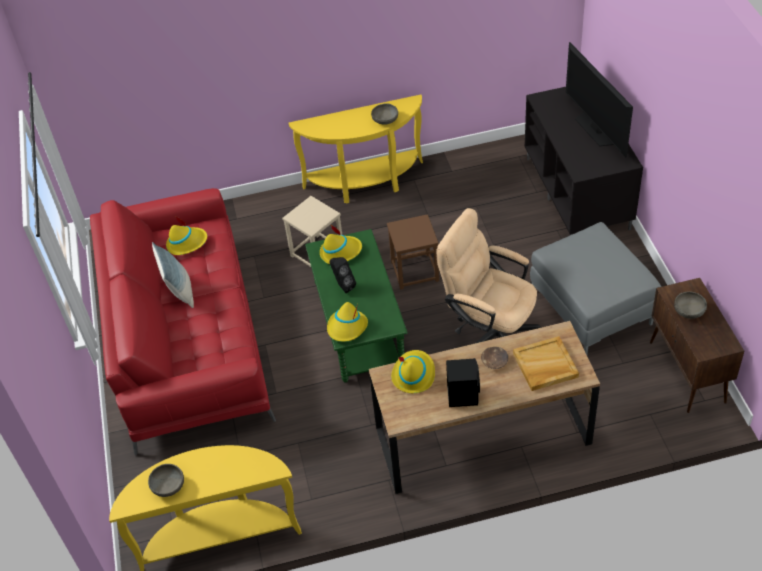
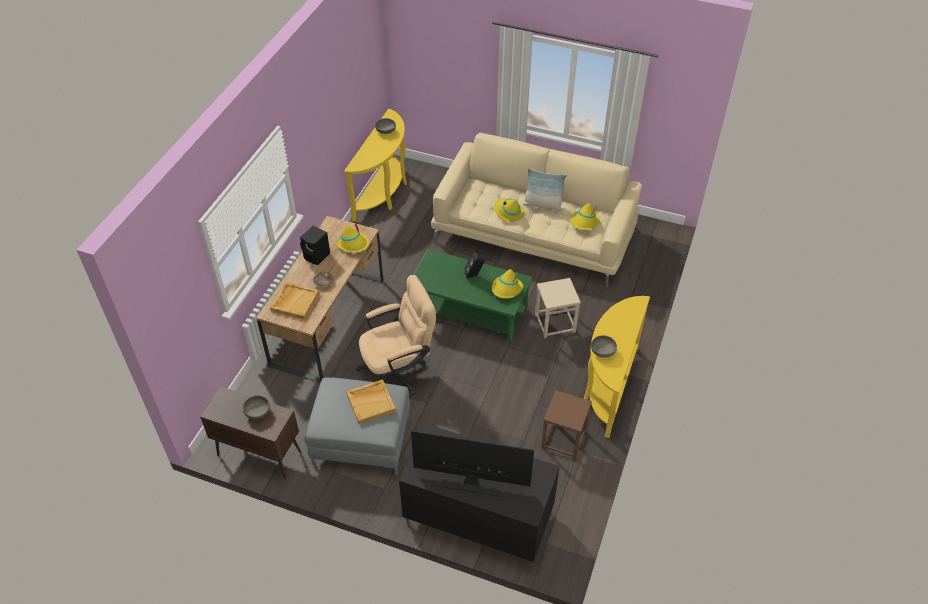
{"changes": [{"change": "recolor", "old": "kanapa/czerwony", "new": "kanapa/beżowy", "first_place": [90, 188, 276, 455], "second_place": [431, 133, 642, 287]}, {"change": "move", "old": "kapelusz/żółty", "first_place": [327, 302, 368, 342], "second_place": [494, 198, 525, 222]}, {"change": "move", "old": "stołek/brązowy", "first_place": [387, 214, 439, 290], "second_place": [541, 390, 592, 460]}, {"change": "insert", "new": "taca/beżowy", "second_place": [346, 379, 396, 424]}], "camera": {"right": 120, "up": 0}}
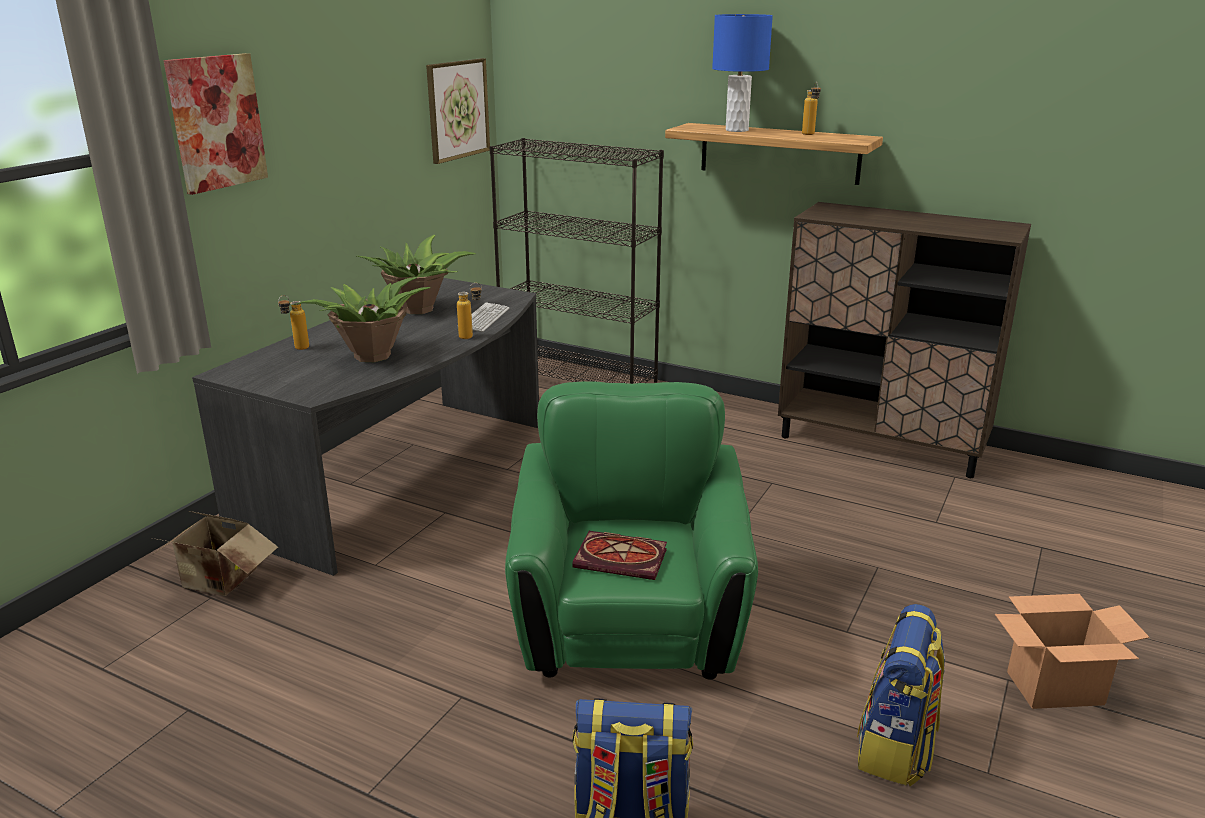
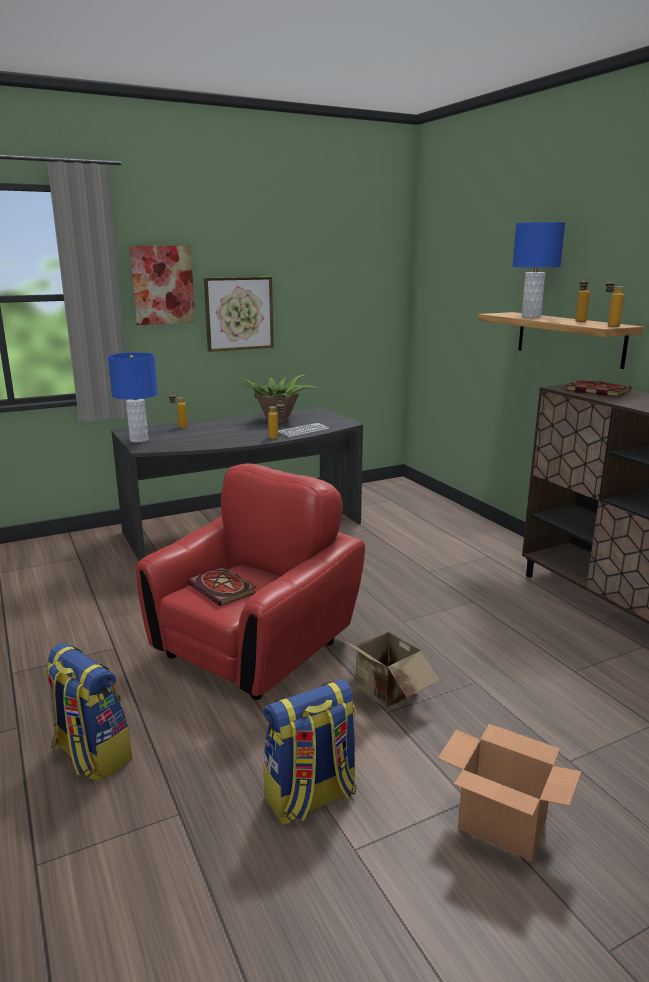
{"changes": [{"change": "move", "old": "karton", "first_place": [152, 511, 278, 596], "second_place": [341, 625, 440, 708]}, {"change": "delete", "old": "roślina doniczkowa", "first_place": [292, 277, 431, 362]}, {"change": "move", "old": "obraz", "first_place": [426, 58, 490, 164], "second_place": [204, 277, 274, 352]}, {"change": "delete", "old": "regał/czarny", "first_place": [490, 138, 664, 384]}, {"change": "recolor", "old": "fotel/zielony", "new": "fotel/czerwony", "first_place": [505, 381, 758, 680], "second_place": [136, 464, 365, 700]}, {"change": "insert", "new": "lampa stołowa/niebieski", "second_place": [108, 352, 158, 443]}, {"change": "insert", "new": "książka", "second_place": [566, 380, 631, 397]}, {"change": "insert", "new": "butelka", "second_place": [606, 277, 624, 327]}], "camera": {"right": 35, "up": -5}}
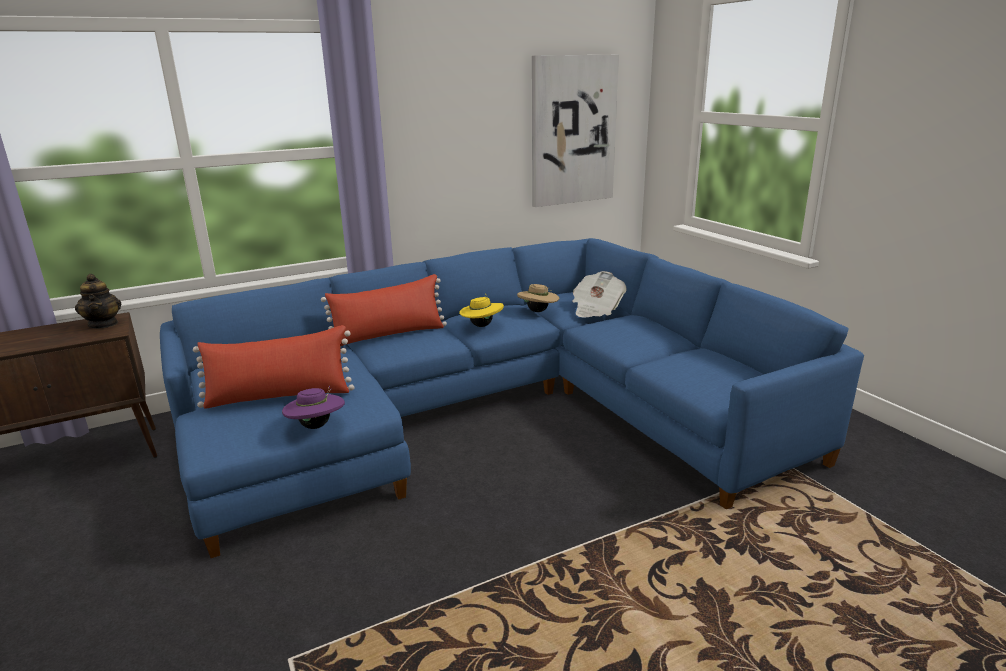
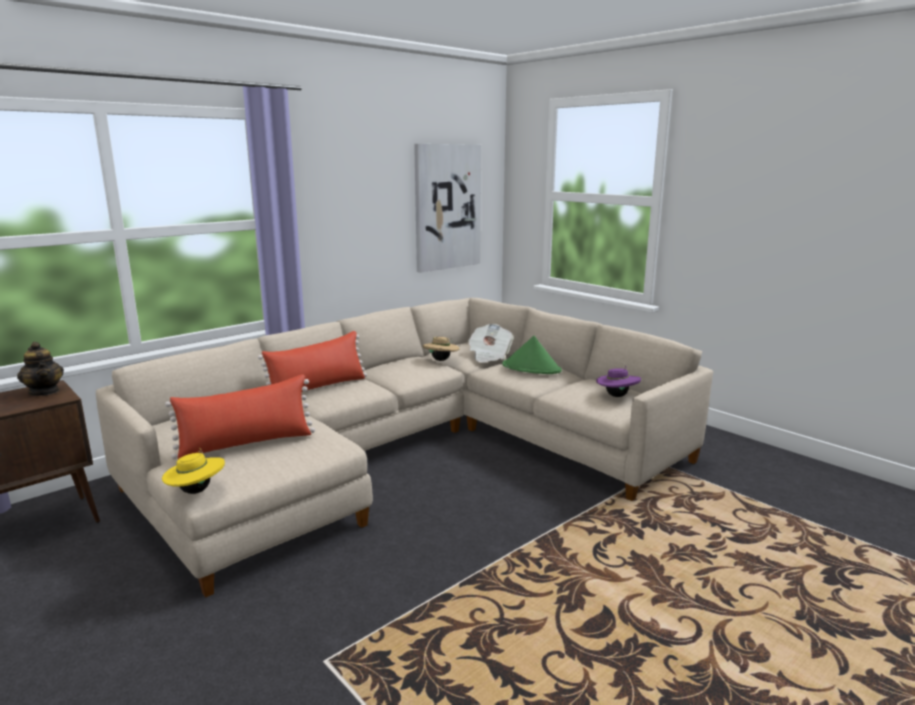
{"changes": [{"change": "recolor", "old": "kanapa/niebieski", "new": "kanapa/beżowy", "first_place": [160, 238, 864, 558], "second_place": [96, 298, 713, 597]}, {"change": "move", "old": "kapelusz/fioletowy", "first_place": [282, 386, 345, 429], "second_place": [596, 366, 641, 397]}, {"change": "move", "old": "kapelusz/żółty", "first_place": [459, 294, 504, 327], "second_place": [162, 448, 225, 494]}, {"change": "insert", "new": "kapelusz/zielony", "second_place": [502, 336, 562, 374]}], "camera": {"right": -15, "up": -5}}
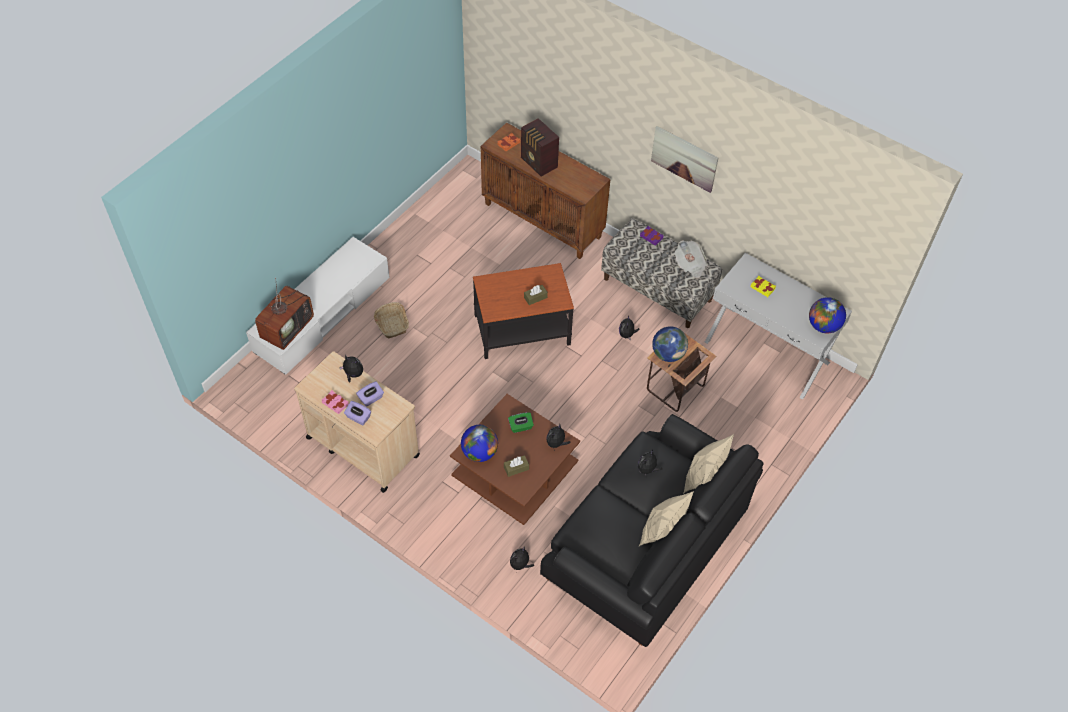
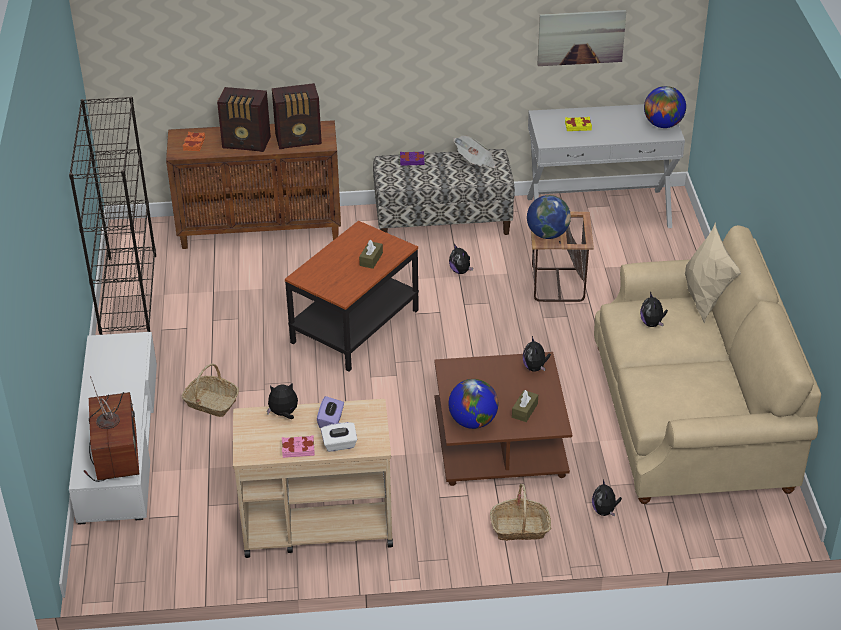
{"changes": [{"change": "recolor", "old": "pudełko chusteczek/fioletowy", "new": "pudełko chusteczek/biały", "first_place": [344, 401, 371, 425], "second_place": [321, 422, 357, 452]}, {"change": "delete", "old": "pudełko chusteczek/zielony", "first_place": [508, 412, 534, 433]}, {"change": "recolor", "old": "kanapa/czarny", "new": "kanapa/beżowy", "first_place": [540, 414, 764, 647], "second_place": [594, 225, 821, 504]}, {"change": "delete", "old": "poduszka/beżowy", "first_place": [639, 490, 695, 546]}, {"change": "move", "old": "obraz", "first_place": [651, 126, 718, 193], "second_place": [537, 10, 626, 66]}, {"change": "insert", "new": "regał/czarny", "second_place": [69, 97, 156, 335]}, {"change": "insert", "new": "radio", "second_place": [272, 83, 322, 149]}, {"change": "insert", "new": "koszyk", "second_place": [490, 484, 551, 541]}], "camera": {"right": -40, "up": -15}}
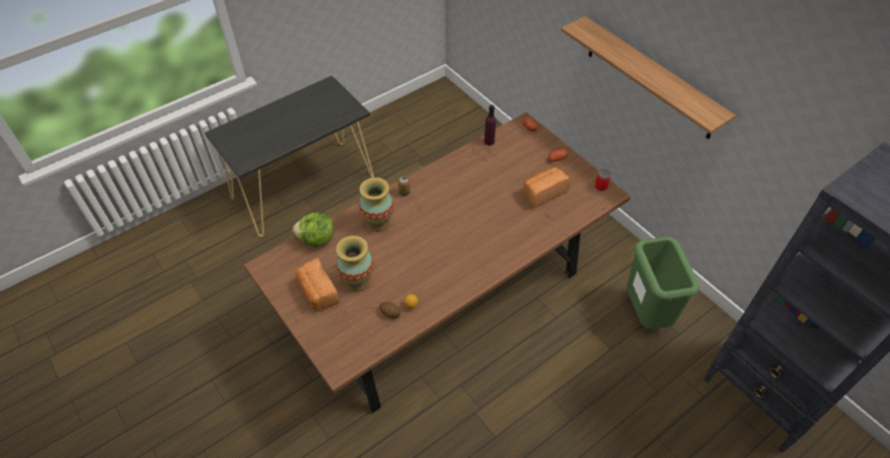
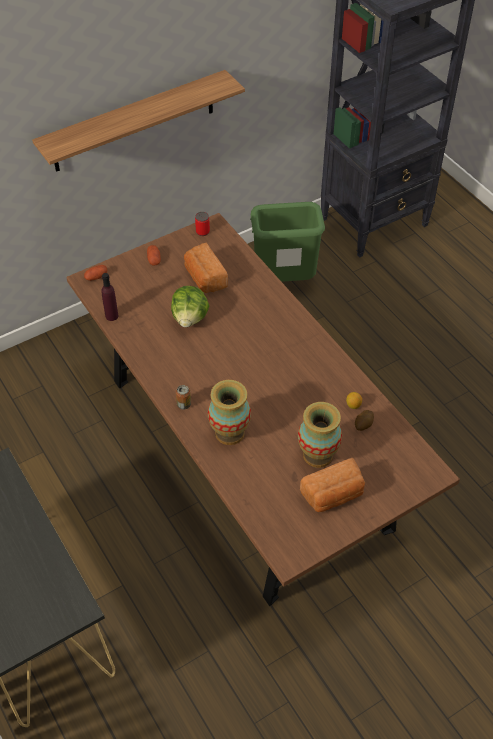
{"changes": [{"change": "move", "old": "sałata", "first_place": [293, 213, 334, 247], "second_place": [171, 286, 209, 327]}], "camera": {"right": -85, "up": 0}}
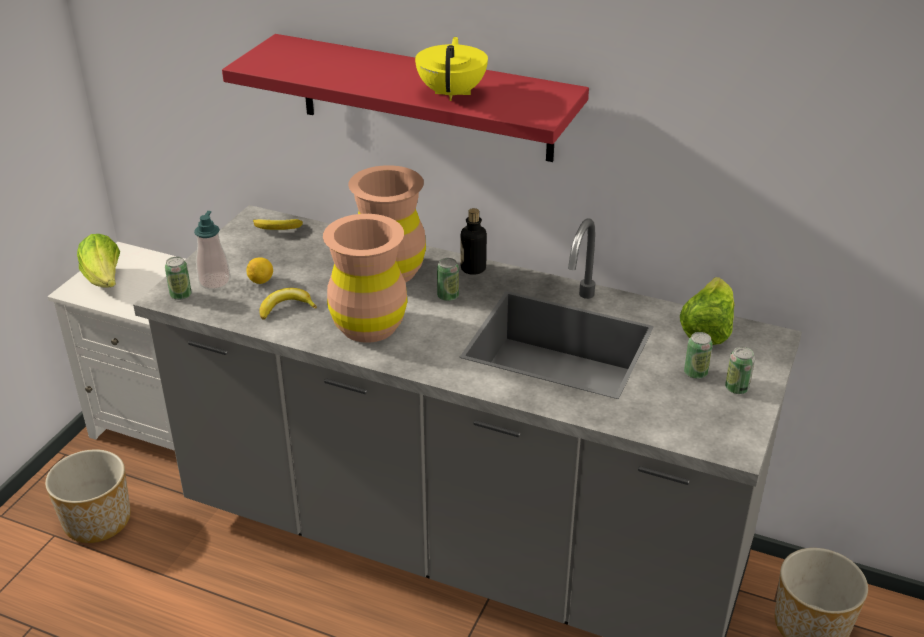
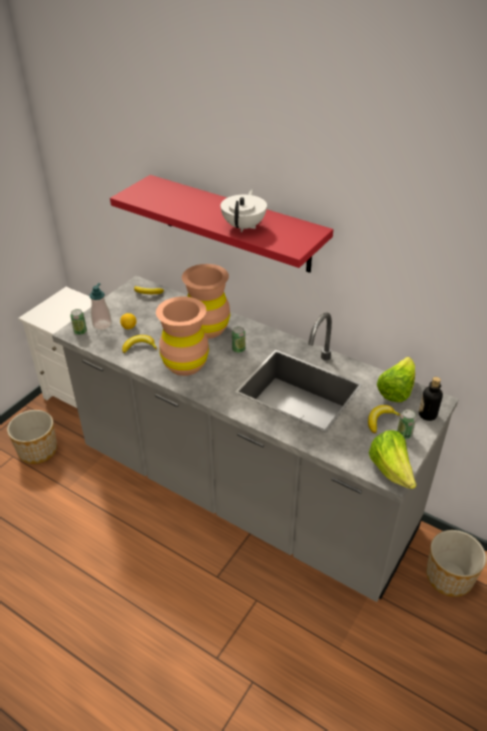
{"changes": [{"change": "move", "old": "sałata", "first_place": [77, 234, 120, 288], "second_place": [369, 430, 417, 489]}, {"change": "recolor", "old": "imbryk/żółty", "new": "imbryk/biały", "first_place": [415, 37, 488, 101], "second_place": [221, 189, 267, 232]}, {"change": "move", "old": "butelka", "first_place": [460, 208, 487, 275], "second_place": [419, 377, 443, 421]}, {"change": "replace", "old": "puszka", "new": "banan", "first_place": [684, 332, 713, 379], "second_place": [368, 405, 401, 433]}], "camera": {"right": 10, "up": 5}}
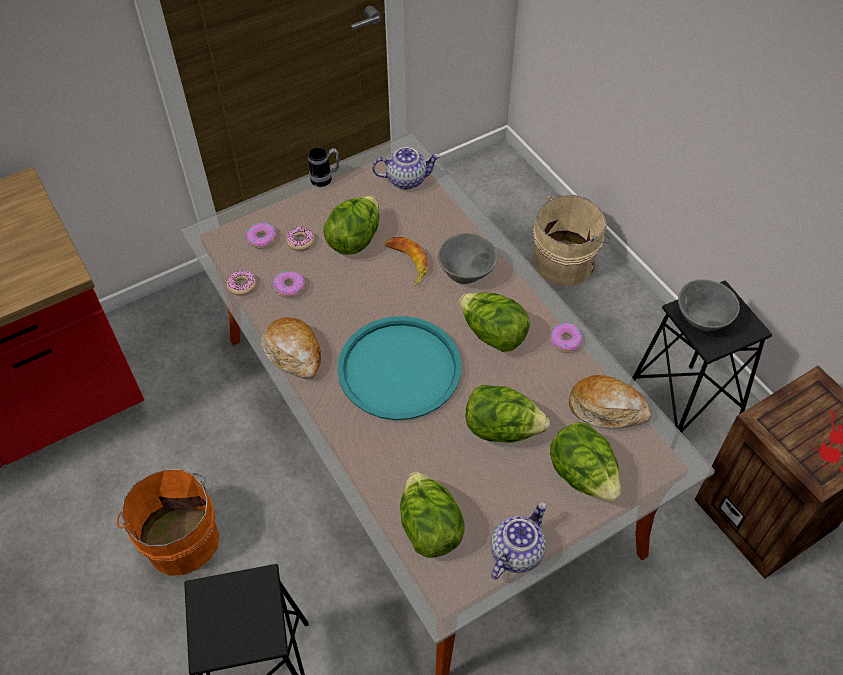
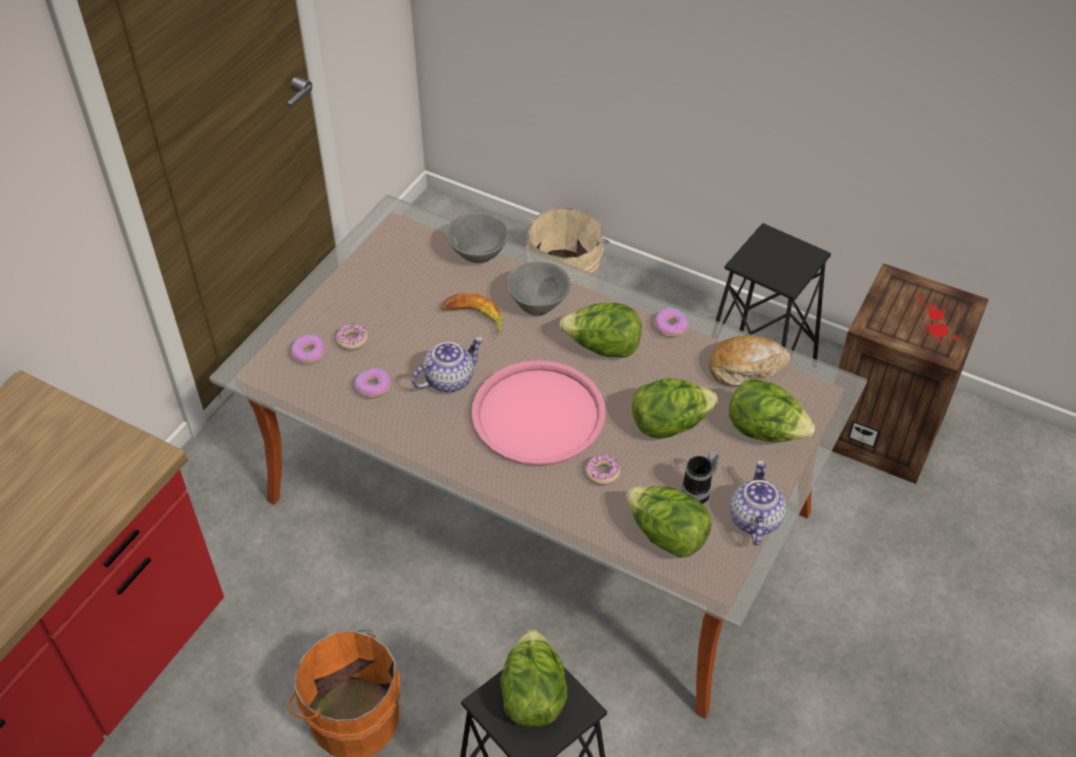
{"changes": [{"change": "move", "old": "donut", "first_place": [227, 270, 256, 295], "second_place": [586, 454, 620, 485]}, {"change": "delete", "old": "chleb", "first_place": [261, 317, 321, 379]}, {"change": "move", "old": "kubek", "first_place": [308, 147, 339, 187], "second_place": [681, 450, 719, 504]}, {"change": "move", "old": "sałata", "first_place": [323, 196, 379, 255], "second_place": [500, 630, 567, 727]}, {"change": "recolor", "old": "taca/turkusowy", "new": "taca/różowy", "first_place": [337, 316, 462, 420], "second_place": [472, 360, 605, 466]}, {"change": "move", "old": "imbryk", "first_place": [372, 147, 440, 189], "second_place": [412, 337, 484, 392]}, {"change": "move", "old": "miska/szary", "first_place": [678, 279, 740, 331], "second_place": [446, 213, 508, 263]}], "camera": {"right": -30, "up": -5}}
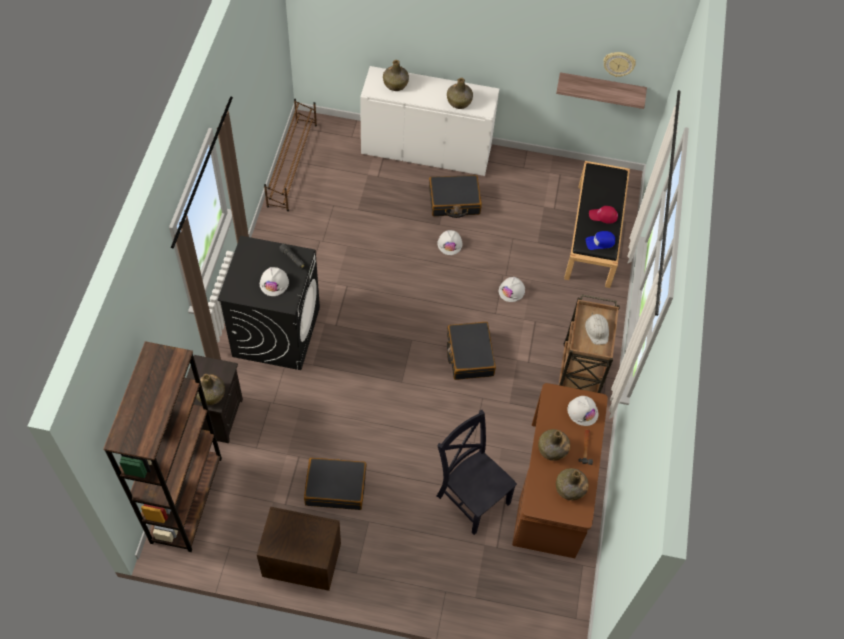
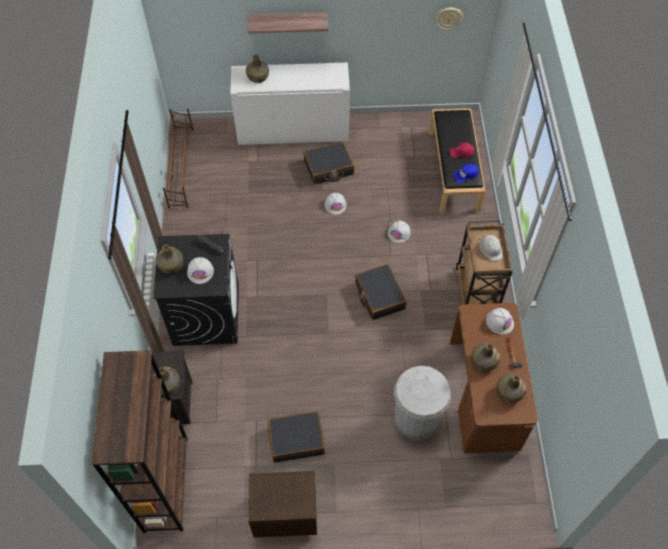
{"changes": [{"change": "replace", "old": "krzesło/czarny", "new": "kosz na śmieci/biały", "first_place": [437, 410, 517, 535], "second_place": [394, 366, 451, 440]}, {"change": "move", "old": "butelka/zielony", "first_place": [447, 78, 473, 109], "second_place": [156, 245, 183, 274]}, {"change": "move", "old": "półka", "first_place": [556, 72, 647, 109], "second_place": [248, 12, 328, 34]}], "camera": {"right": -10, "up": 0}}
